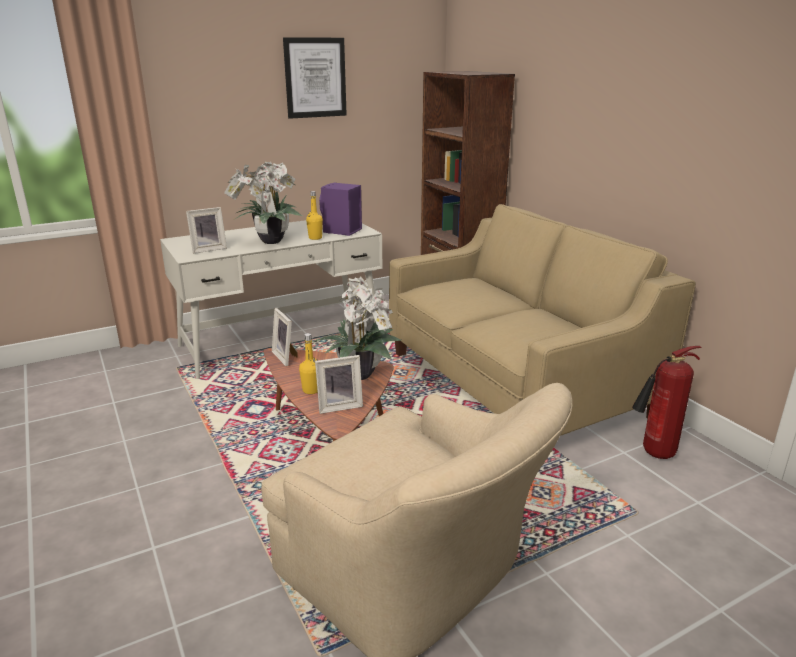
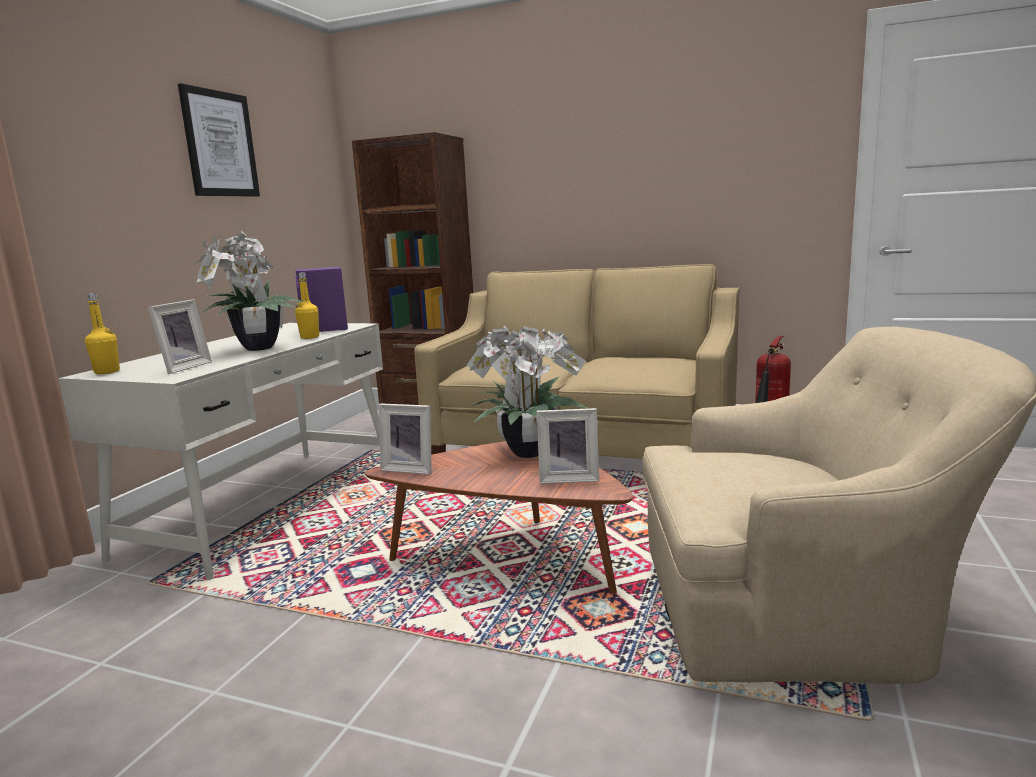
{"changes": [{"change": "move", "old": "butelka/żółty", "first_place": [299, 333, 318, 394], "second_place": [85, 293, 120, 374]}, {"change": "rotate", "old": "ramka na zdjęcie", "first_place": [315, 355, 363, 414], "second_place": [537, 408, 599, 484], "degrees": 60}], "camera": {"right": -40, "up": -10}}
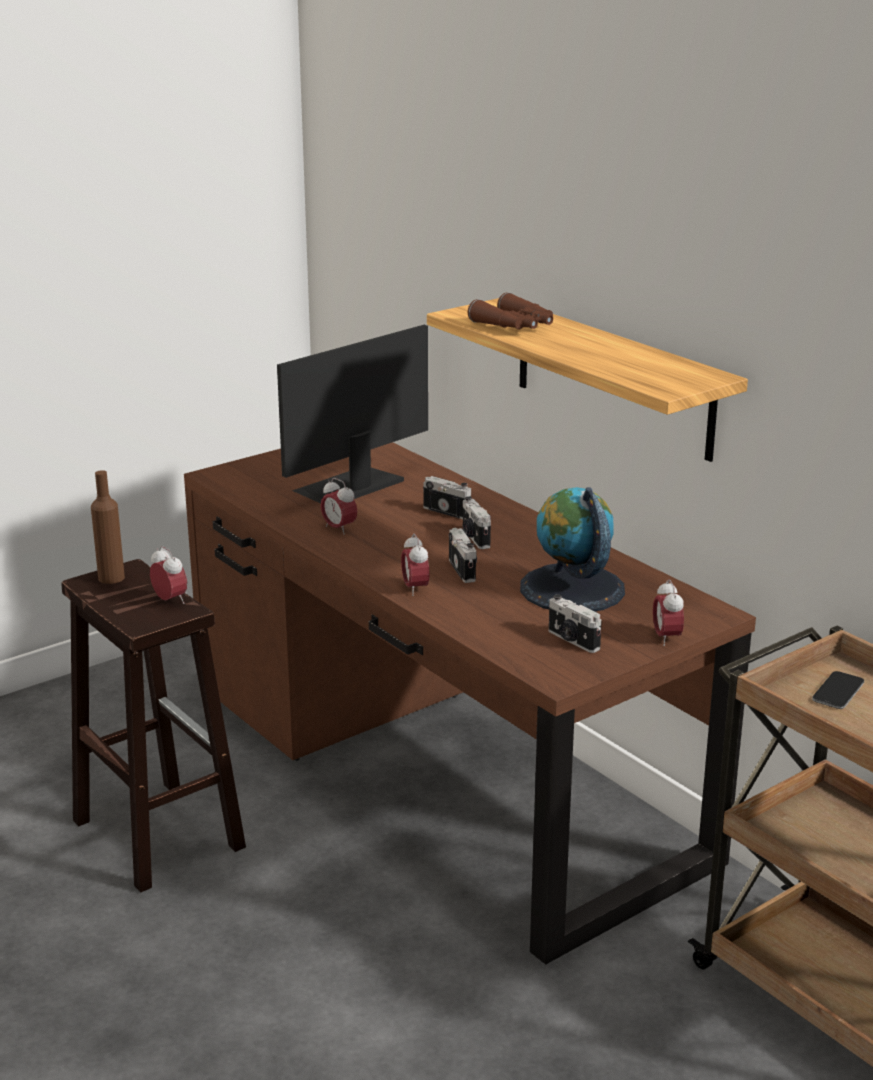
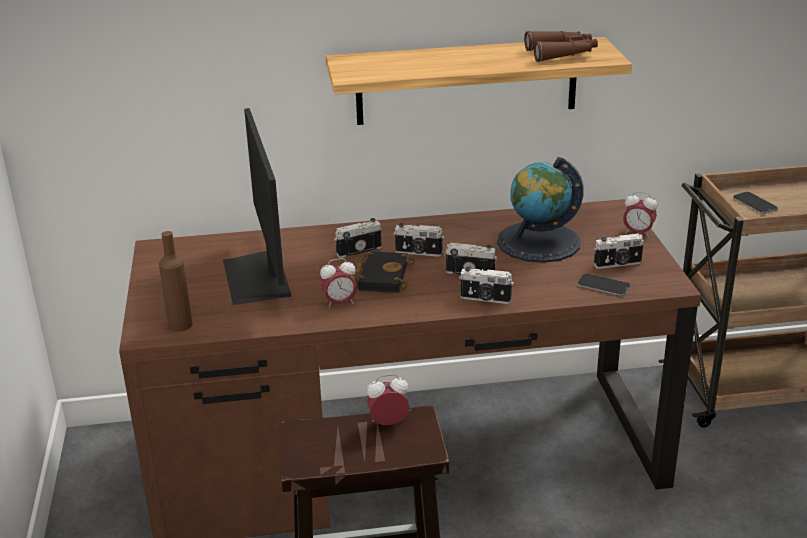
{"changes": [{"change": "move", "old": "butelka/brązowy", "first_place": [91, 470, 125, 584], "second_place": [159, 231, 192, 332]}, {"change": "replace", "old": "budzik", "new": "aparat fotograficzny", "first_place": [401, 533, 430, 596], "second_place": [459, 267, 514, 304]}, {"change": "move", "old": "lornetka/brązowy", "first_place": [468, 292, 553, 330], "second_place": [524, 31, 598, 62]}, {"change": "insert", "new": "książka/czarny", "second_place": [353, 251, 415, 293]}, {"change": "insert", "new": "telefon", "second_place": [577, 274, 631, 296]}], "camera": {"right": -60, "up": 5}}
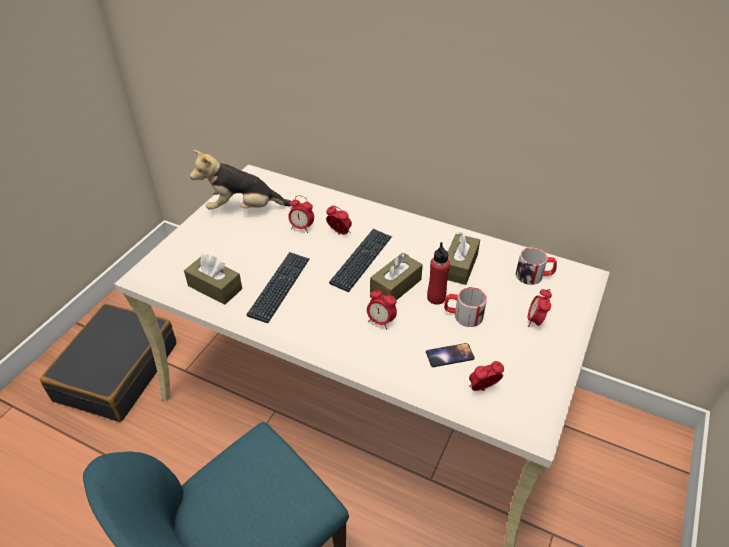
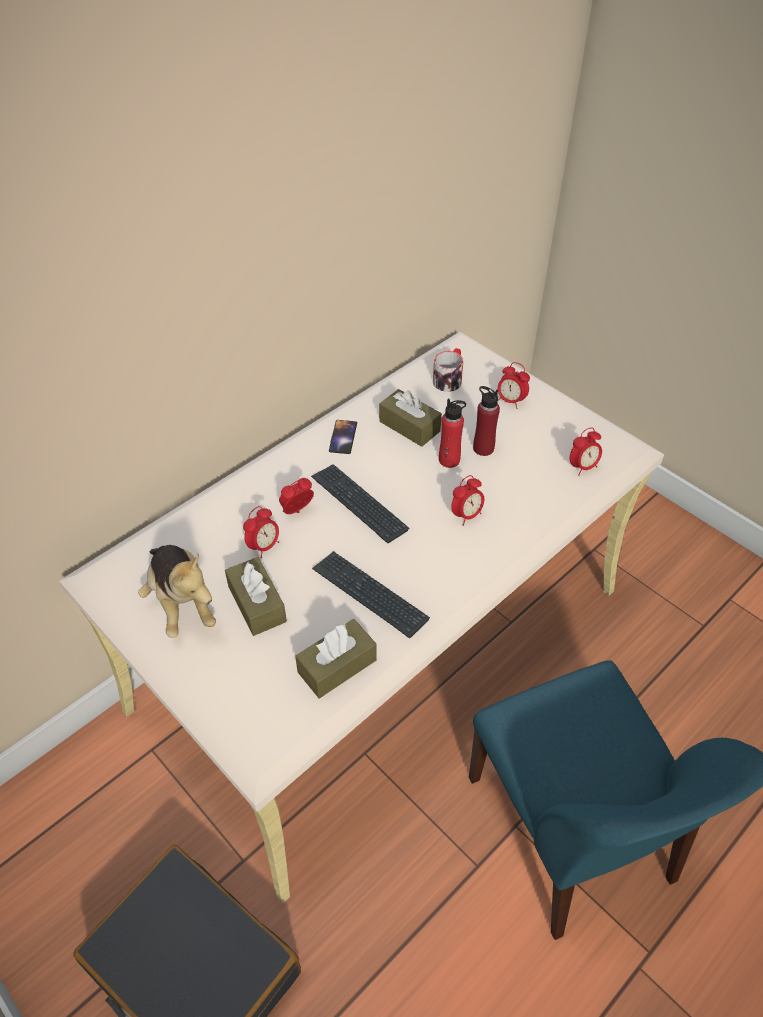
{"changes": [{"change": "rotate", "old": "pluszak", "first_place": [190, 150, 291, 210], "second_place": [138, 545, 216, 638], "degrees": -45}, {"change": "move", "old": "pudełko chusteczek/brązowy", "first_place": [370, 253, 423, 300], "second_place": [225, 557, 287, 636]}, {"change": "move", "old": "telefon", "first_place": [426, 343, 475, 367], "second_place": [329, 420, 357, 454]}, {"change": "replace", "old": "kubek", "new": "butelka/czerwony", "first_place": [444, 287, 487, 327], "second_place": [473, 386, 500, 456]}, {"change": "rotate", "old": "budzik", "first_place": [469, 361, 504, 391], "second_place": [570, 428, 602, 476], "degrees": -120}], "camera": {"right": -70, "up": 5}}
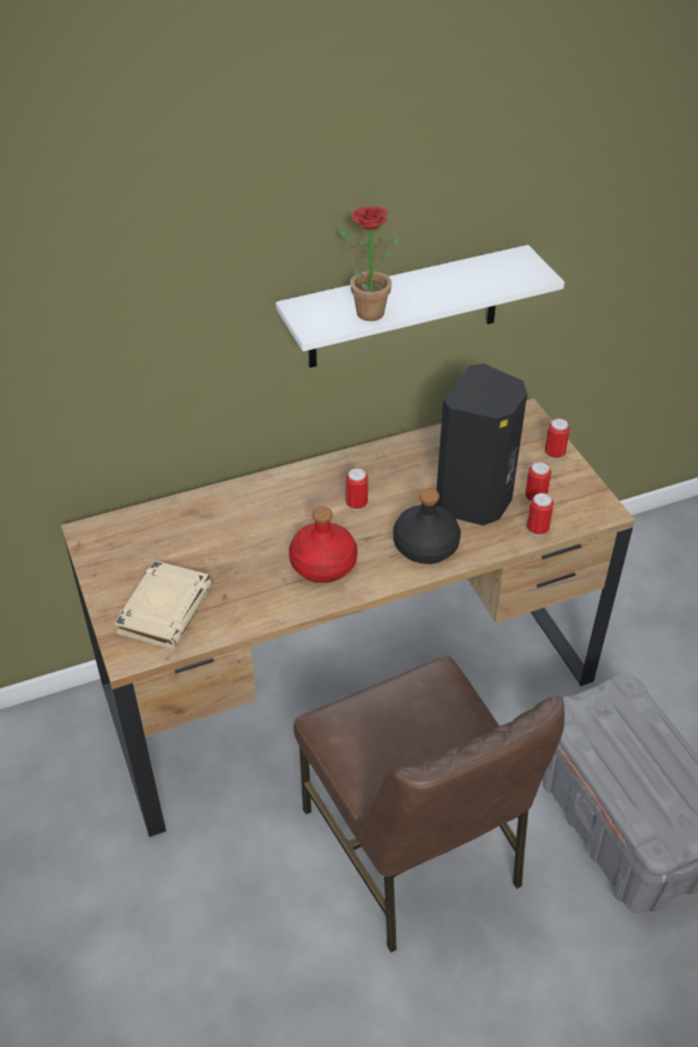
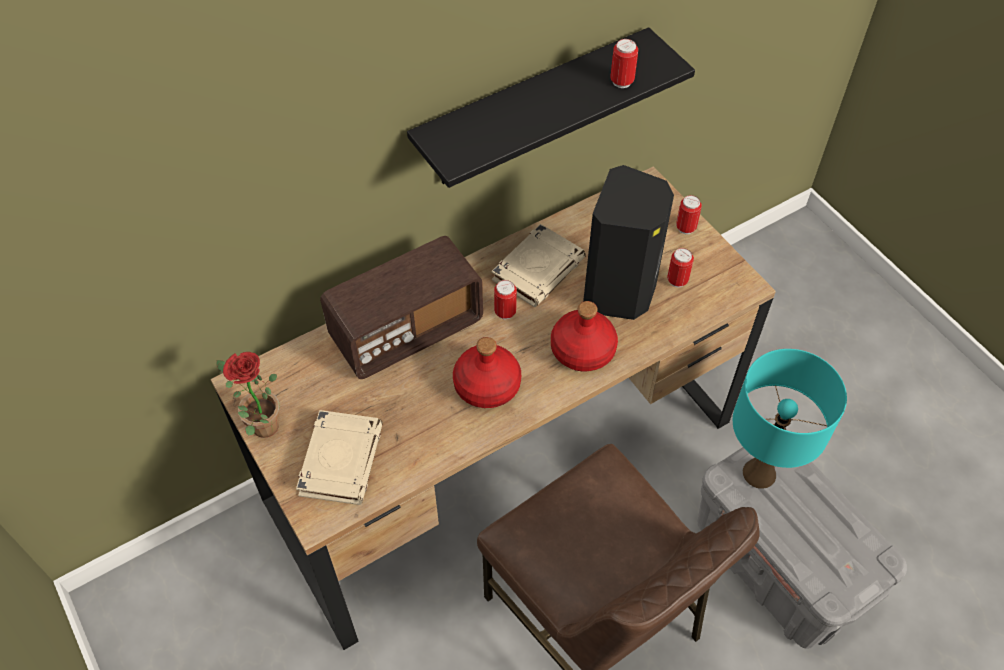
{"changes": [{"change": "recolor", "old": "półka/biały", "new": "półka/czarny", "first_place": [276, 245, 565, 368], "second_place": [407, 27, 695, 188]}, {"change": "move", "old": "roślina doniczkowa", "first_place": [338, 206, 400, 321], "second_place": [216, 352, 280, 438]}, {"change": "recolor", "old": "butelka/czarny", "new": "butelka/czerwony", "first_place": [393, 489, 461, 564], "second_place": [551, 301, 618, 371]}, {"change": "move", "old": "puszka", "first_place": [527, 493, 554, 536], "second_place": [611, 39, 638, 88]}, {"change": "insert", "new": "radio", "second_place": [320, 236, 483, 379]}, {"change": "insert", "new": "książka/beżowy", "second_place": [492, 224, 586, 307]}, {"change": "insert", "new": "lampa stołowa/turkusowy", "second_place": [733, 349, 847, 489]}], "camera": {"right": -10, "up": 10}}
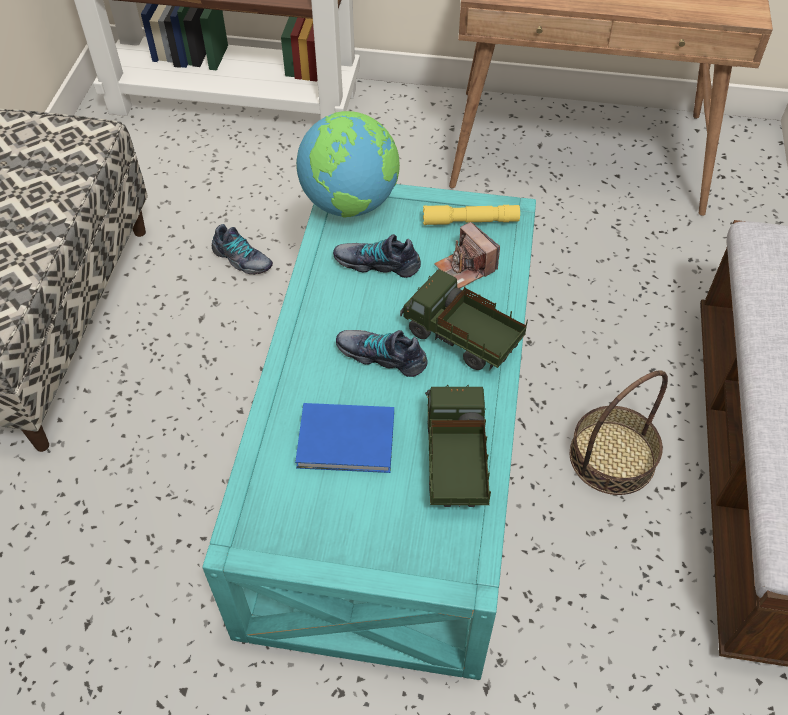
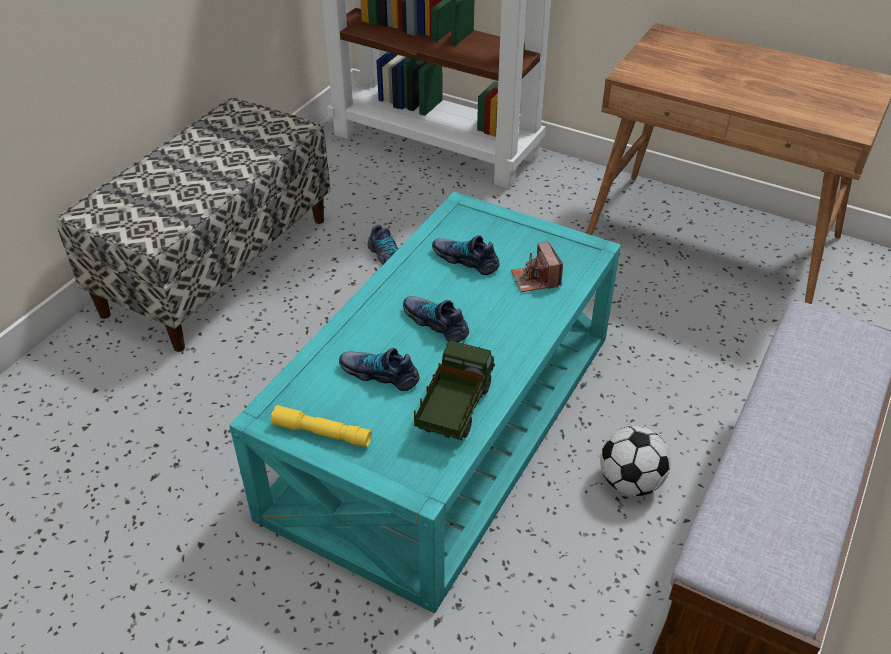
{"changes": [{"change": "replace", "old": "książka/niebieski", "new": "but", "first_place": [295, 403, 394, 473], "second_place": [339, 348, 419, 391]}, {"change": "delete", "old": "globus", "first_place": [296, 111, 400, 218]}, {"change": "delete", "old": "ciężarówka zabawkowa", "first_place": [400, 269, 528, 371]}, {"change": "move", "old": "latarka/żółty", "first_place": [423, 205, 520, 225], "second_place": [271, 405, 372, 447]}, {"change": "replace", "old": "koszyk", "new": "piłka futbolowa", "first_place": [570, 370, 668, 495], "second_place": [600, 426, 671, 496]}], "camera": {"right": 20, "up": -10}}
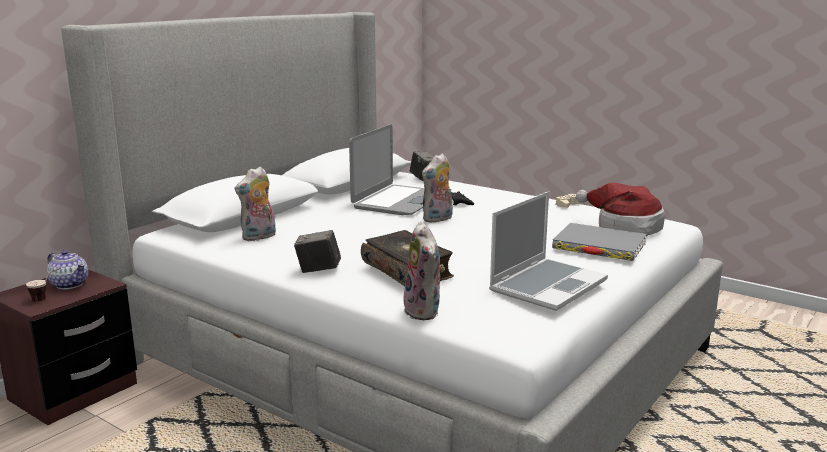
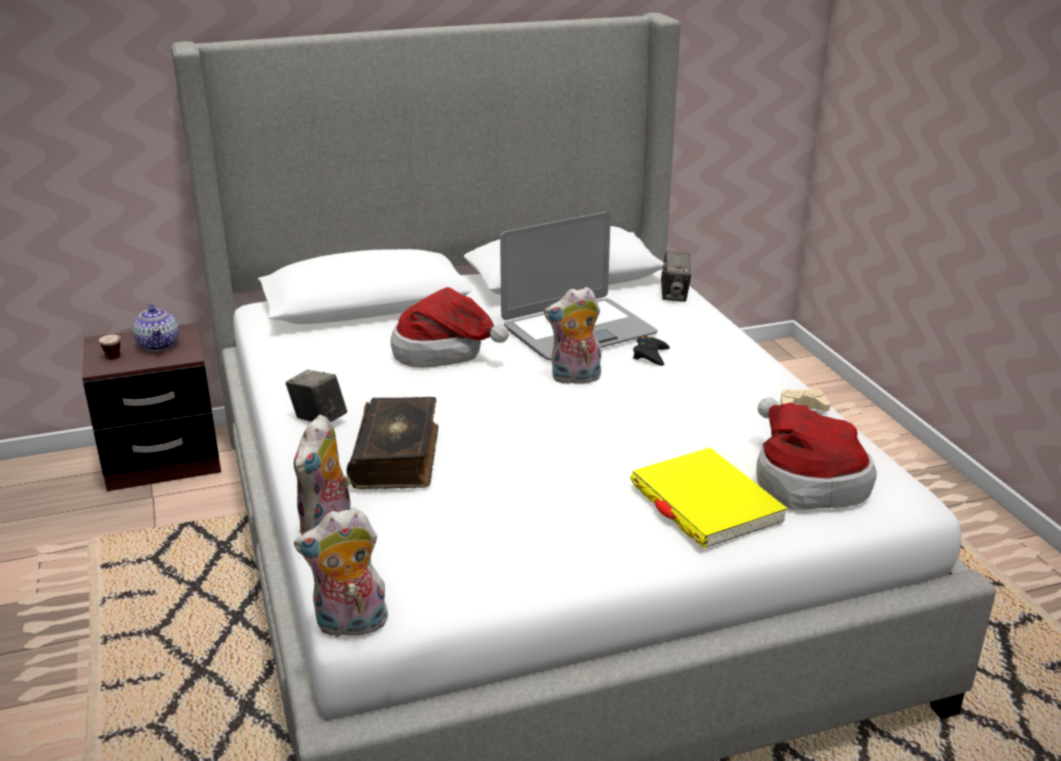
{"changes": [{"change": "move", "old": "pluszak", "first_place": [234, 166, 276, 241], "second_place": [294, 507, 391, 639]}, {"change": "delete", "old": "laptop", "first_place": [489, 191, 608, 311]}, {"change": "recolor", "old": "książka/szary", "new": "książka/żółty", "first_place": [552, 223, 647, 261], "second_place": [630, 448, 788, 548]}, {"change": "insert", "new": "kapelusz", "second_place": [391, 287, 509, 367]}], "camera": {"right": 35, "up": 10}}
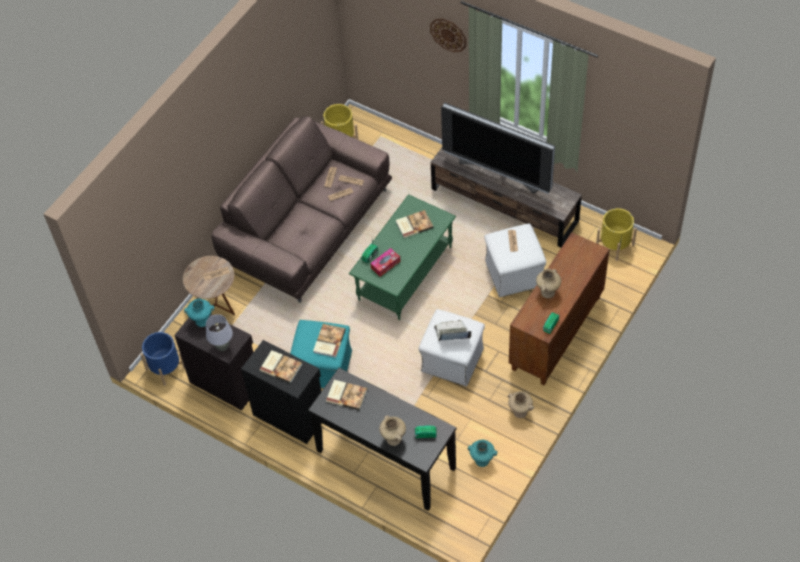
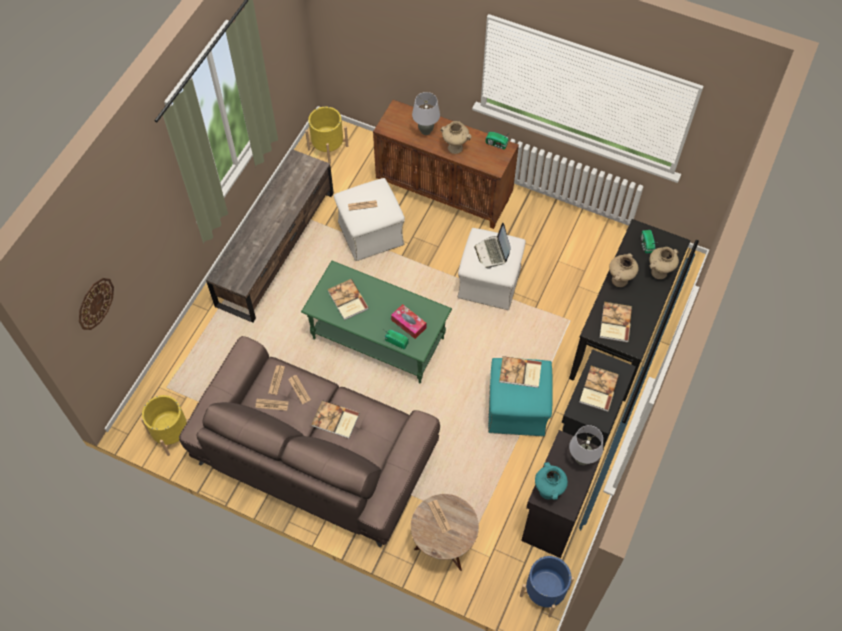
{"changes": [{"change": "move", "old": "zegar ścienny", "first_place": [430, 19, 466, 52], "second_place": [79, 278, 114, 330]}, {"change": "delete", "old": "telewizor", "first_place": [441, 102, 555, 194]}, {"change": "delete", "old": "wazon/turkusowy", "first_place": [468, 440, 497, 467]}, {"change": "move", "old": "wazon/beżowy", "first_place": [508, 391, 534, 418], "second_place": [609, 253, 639, 287]}, {"change": "insert", "new": "książka", "second_place": [311, 400, 360, 439]}, {"change": "insert", "new": "lampa stołowa/szary", "second_place": [412, 92, 440, 135]}], "camera": {"right": -100, "up": 5}}
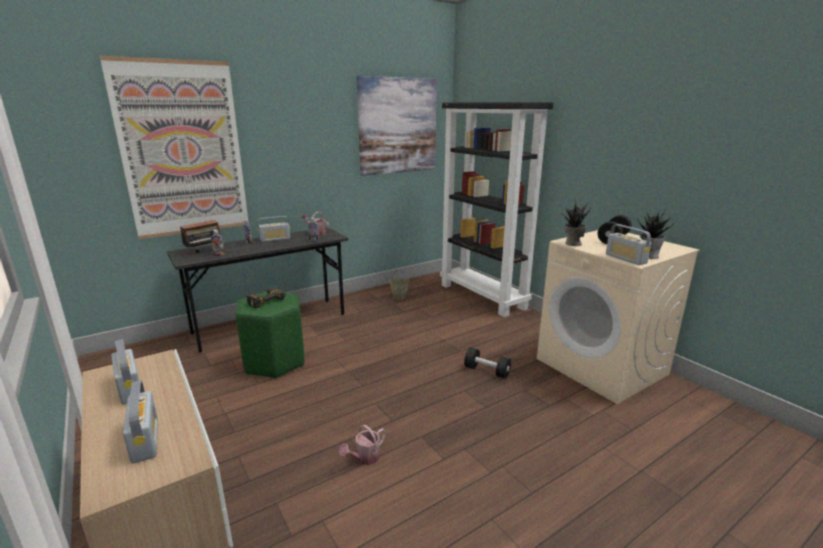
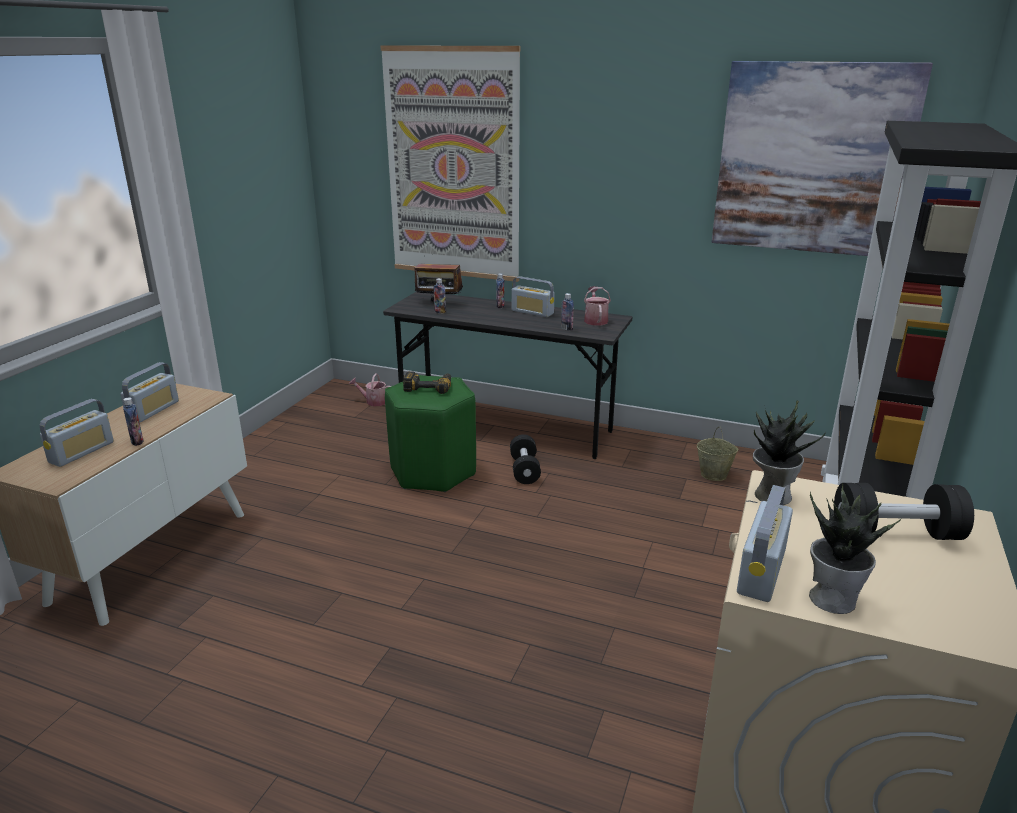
{"changes": [{"change": "move", "old": "konewka", "first_place": [339, 425, 386, 465], "second_place": [349, 373, 391, 406]}, {"change": "move", "old": "hantel/czarny", "first_place": [464, 347, 511, 379], "second_place": [510, 434, 541, 484]}, {"change": "insert", "new": "butelka", "second_place": [123, 397, 144, 446]}], "camera": {"right": 55, "up": 5}}
